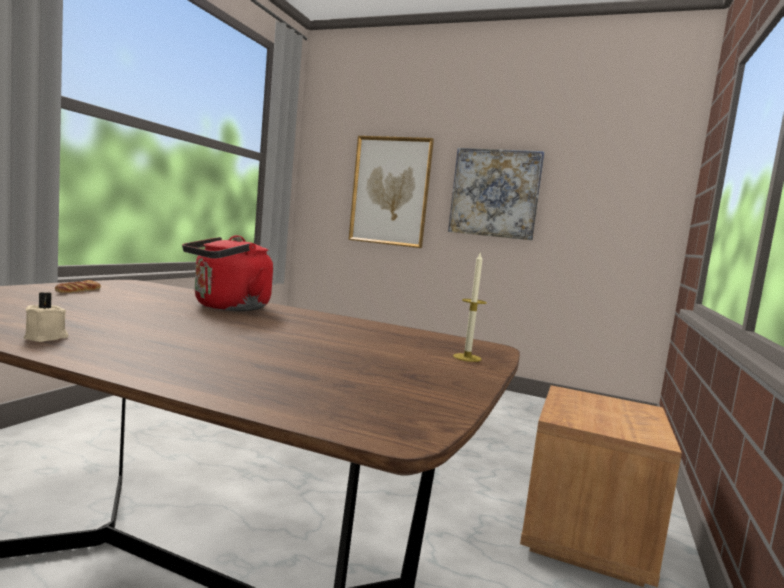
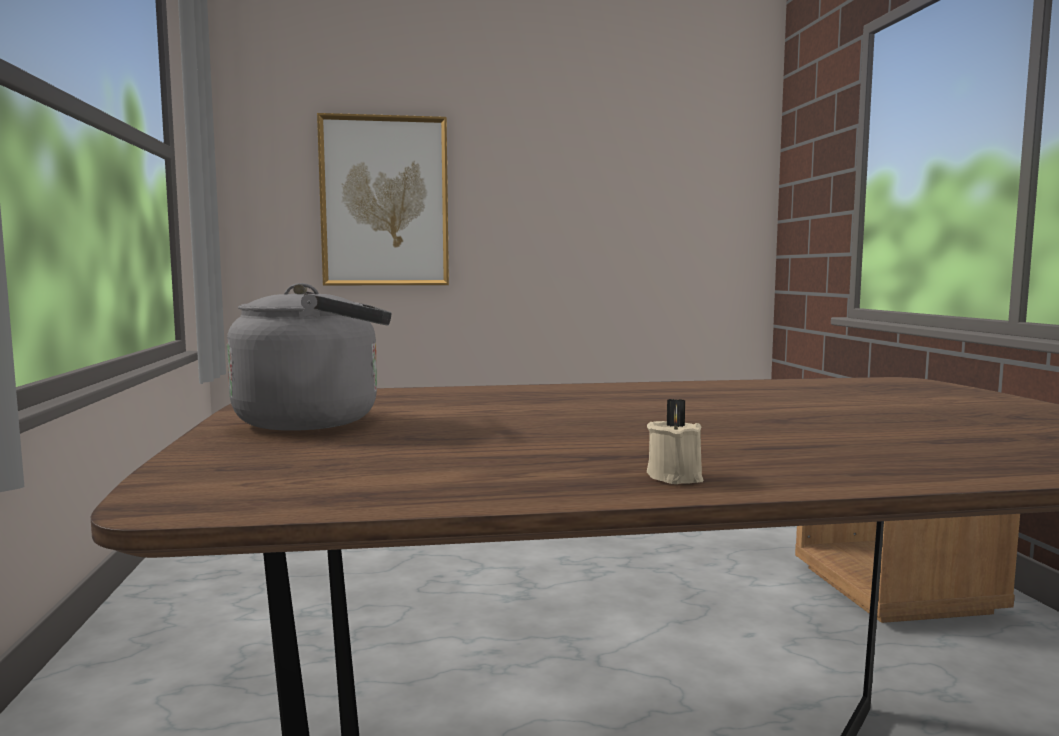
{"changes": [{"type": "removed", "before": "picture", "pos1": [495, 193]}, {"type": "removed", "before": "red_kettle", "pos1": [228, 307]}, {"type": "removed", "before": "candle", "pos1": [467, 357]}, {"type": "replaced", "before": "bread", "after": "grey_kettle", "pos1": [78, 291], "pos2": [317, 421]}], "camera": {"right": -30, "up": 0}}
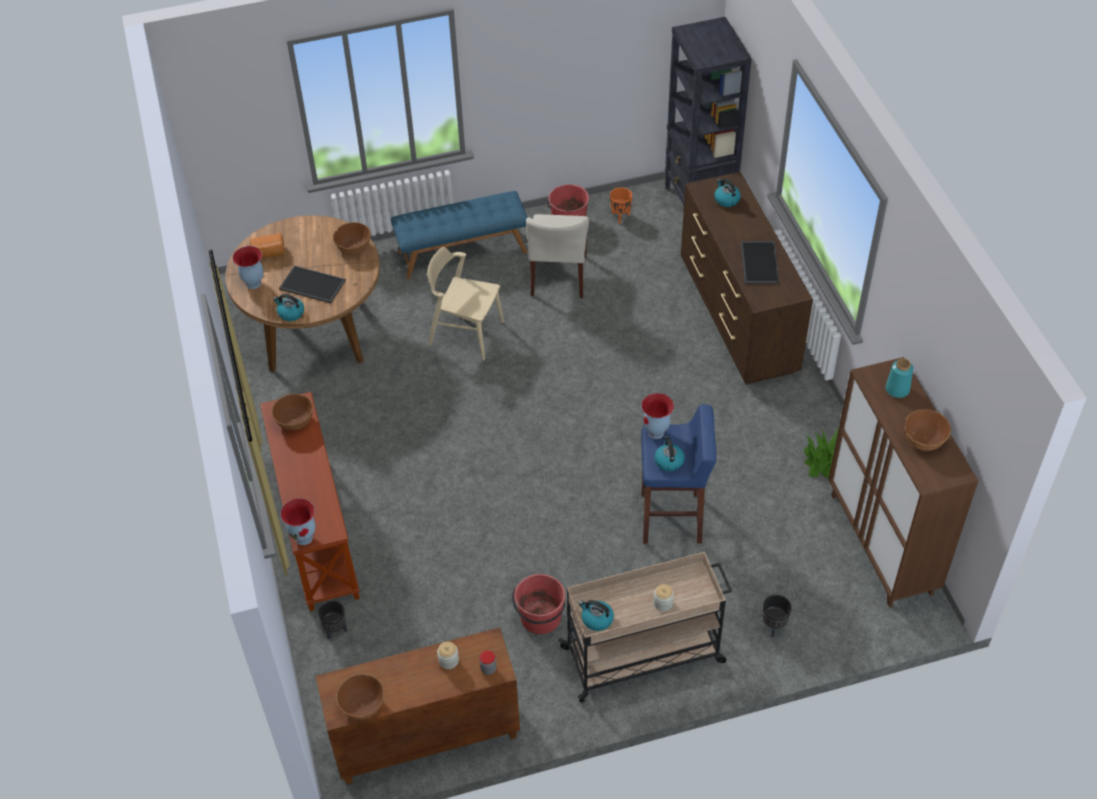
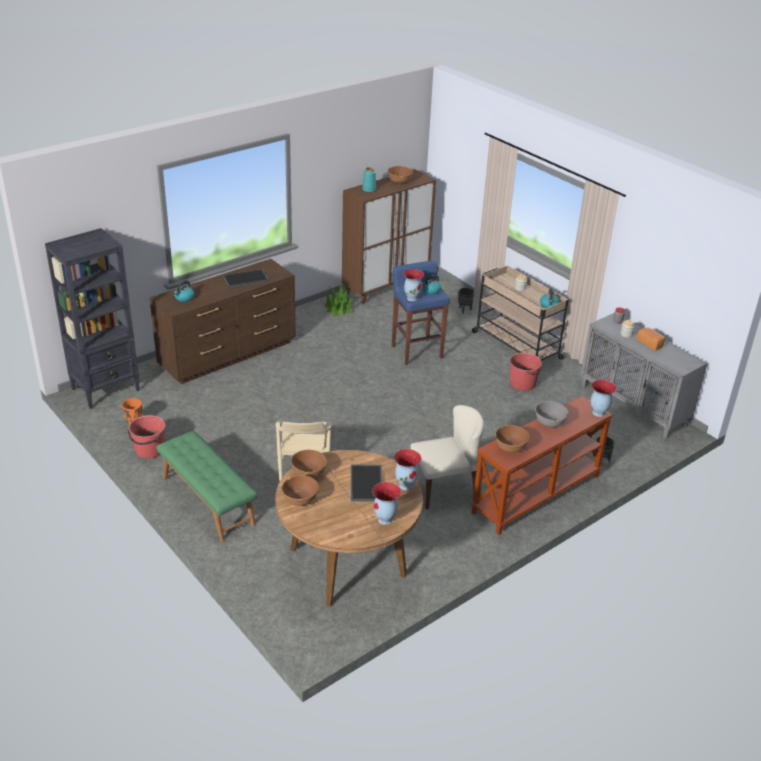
{"changes": [{"type": "recoloured", "before": "blue_bench", "after": "green_bench", "pos1": [462, 251], "pos2": [207, 501]}, {"type": "moved", "before": "beige_chair", "pos1": [559, 276], "pos2": [444, 489]}, {"type": "moved", "before": "bread", "pos1": [269, 253], "pos2": [650, 344]}, {"type": "replaced", "before": "kettle", "after": "vase", "pos1": [290, 313], "pos2": [406, 485]}, {"type": "recoloured", "before": "brown_cabinet", "after": "grey_cabinet", "pos1": [425, 739], "pos2": [634, 406]}, {"type": "moved", "before": "brown_bowl", "pos1": [362, 705], "pos2": [300, 499]}, {"type": "added", "after": "grey_bowl", "pos2": [549, 422]}], "camera": {"right": -115, "up": -15}}
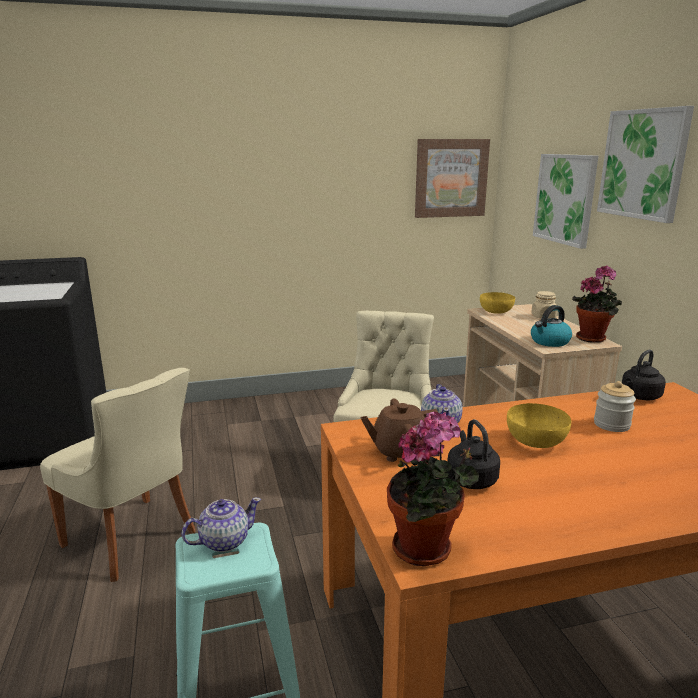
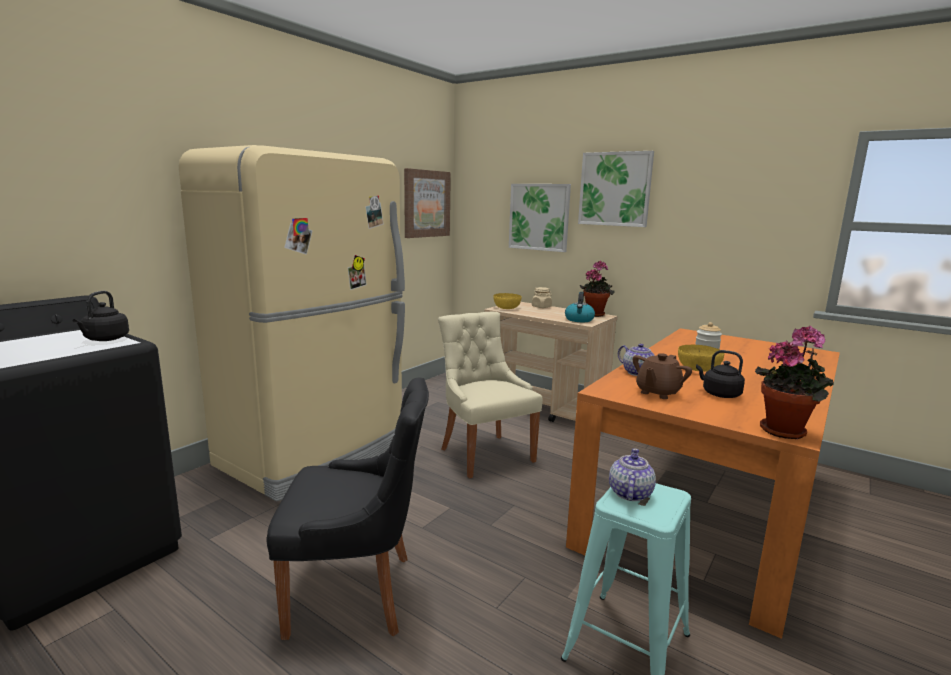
{"changes": [{"type": "moved", "before": "black_kettle", "pos1": [639, 397], "pos2": [105, 339]}, {"type": "recoloured", "before": "beige_chair", "after": "black_chair", "pos1": [133, 539], "pos2": [357, 593]}, {"type": "added", "after": "beige_fridge", "pos2": [316, 452]}], "camera": {"right": -40, "up": -5}}
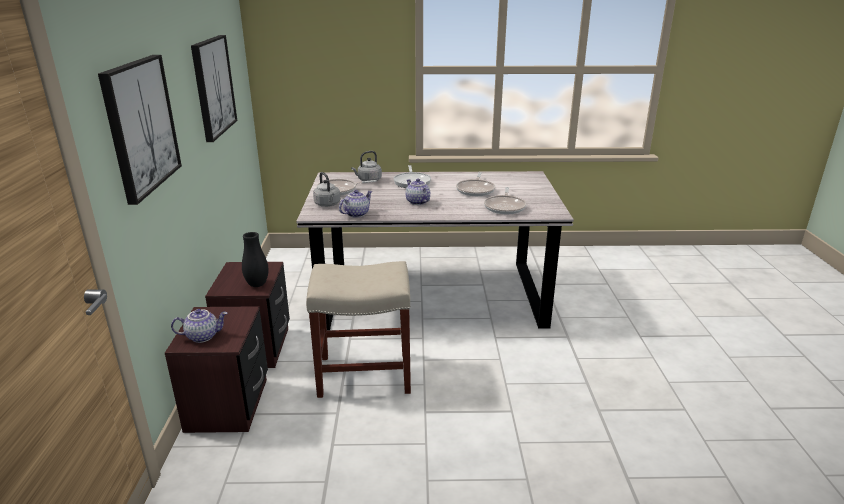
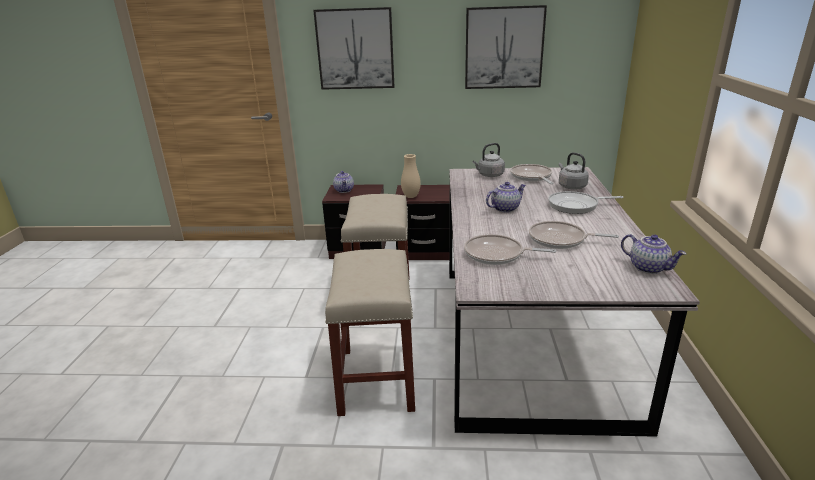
{"changes": [{"type": "moved", "before": "teapot", "pos1": [356, 214], "pos2": [649, 267]}, {"type": "recoloured", "before": "black_vase", "after": "beige_vase", "pos1": [257, 284], "pos2": [411, 196]}, {"type": "added", "after": "beige_stool", "pos2": [376, 377]}], "camera": {"right": 95, "up": 0}}
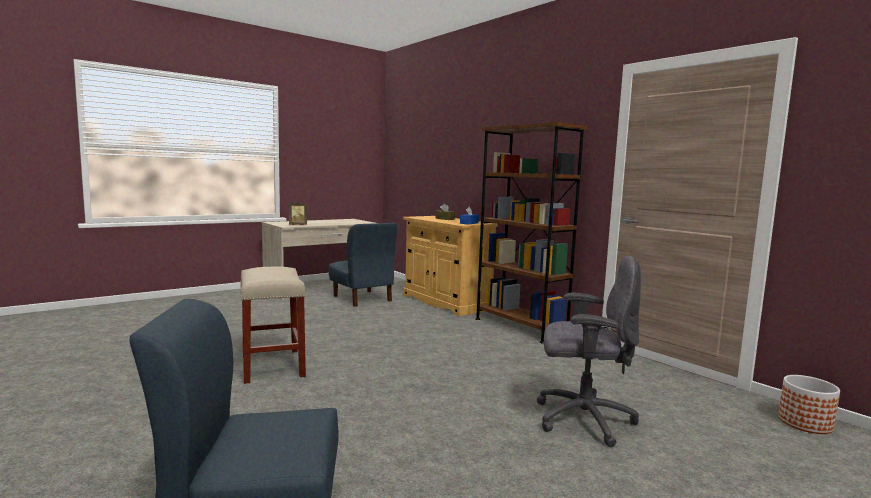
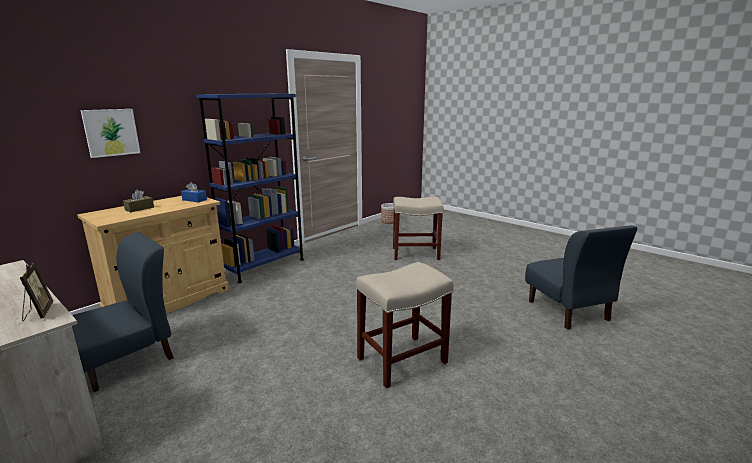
{"changes": [{"type": "recoloured", "before": "brown_bookcase", "after": "blue_bookcase", "pos1": [520, 327], "pos2": [263, 266]}, {"type": "replaced", "before": "grey_office_chair", "after": "beige_stool", "pos1": [582, 419], "pos2": [416, 253]}, {"type": "added", "after": "picture", "pos2": [111, 132]}], "camera": {"right": -100, "up": 10}}
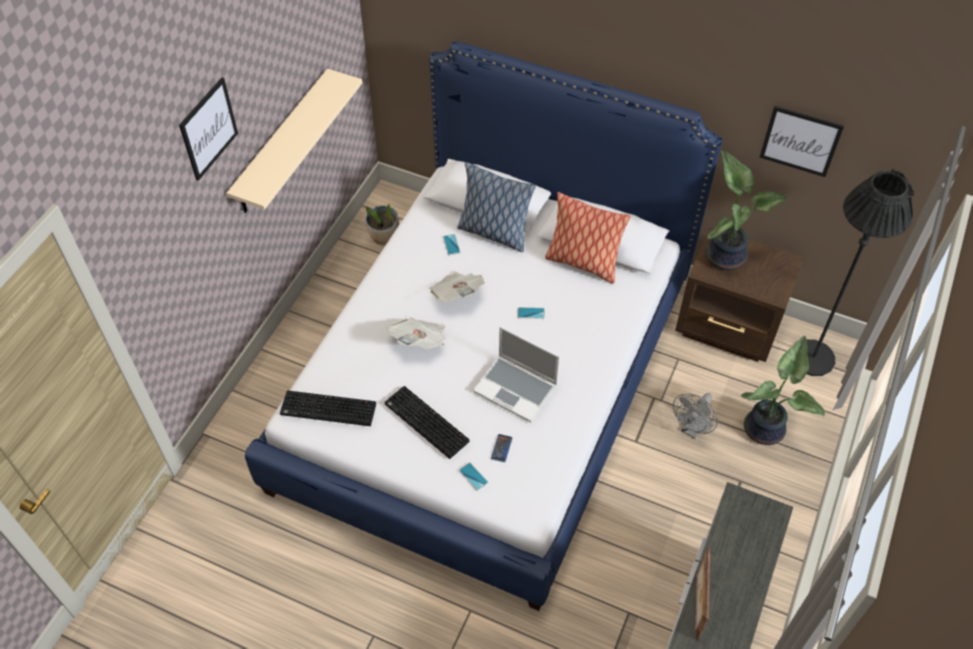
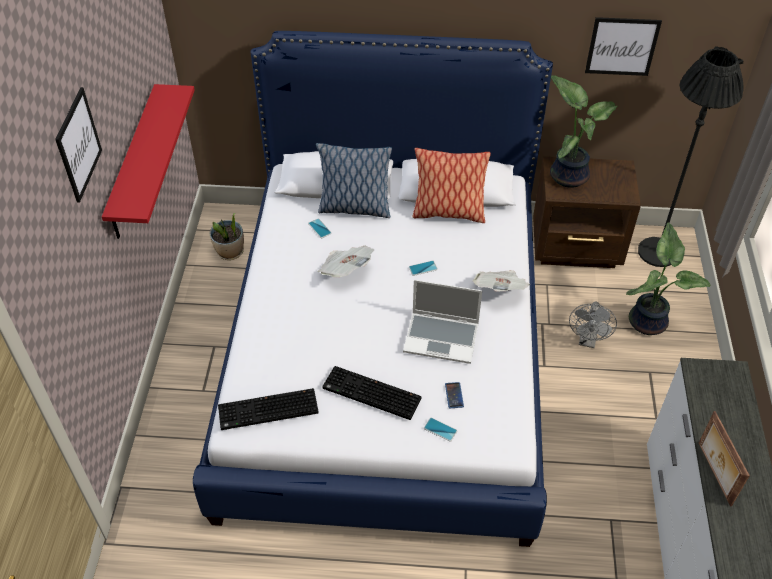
{"changes": [{"type": "recoloured", "before": "beige_shelf", "after": "red_shelf", "pos1": [282, 143], "pos2": [134, 163]}, {"type": "moved", "before": "newspaper", "pos1": [420, 341], "pos2": [500, 290]}], "camera": {"right": -20, "up": -5}}
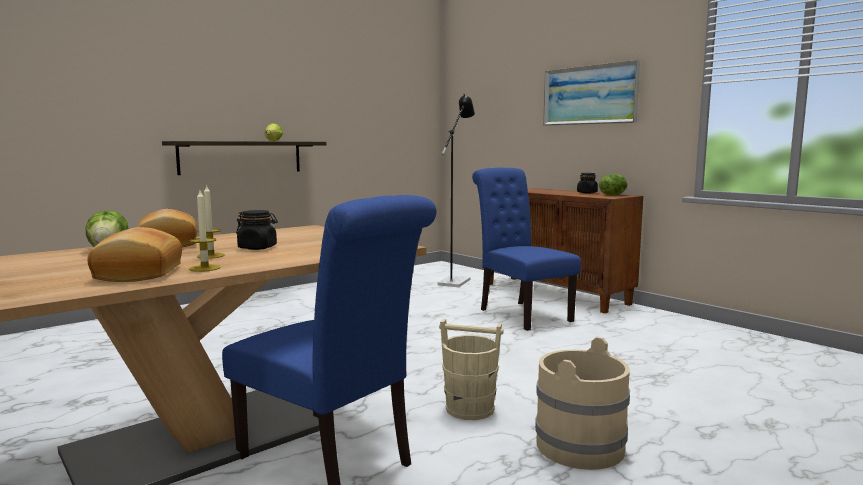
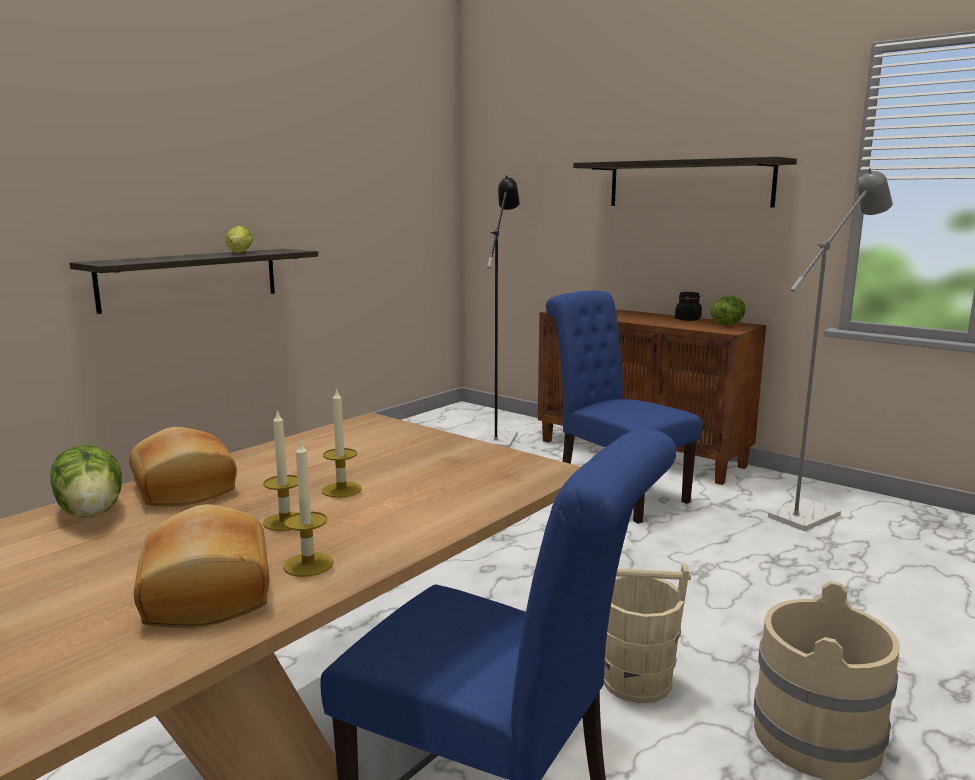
{"changes": [{"type": "replaced", "before": "picture", "after": "shelf", "pos1": [589, 95], "pos2": [689, 184]}, {"type": "replaced", "before": "black_jar", "after": "candle", "pos1": [258, 248], "pos2": [341, 490]}, {"type": "added", "after": "grey_floor_lamp", "pos2": [811, 513]}], "camera": {"right": -10, "up": 5}}
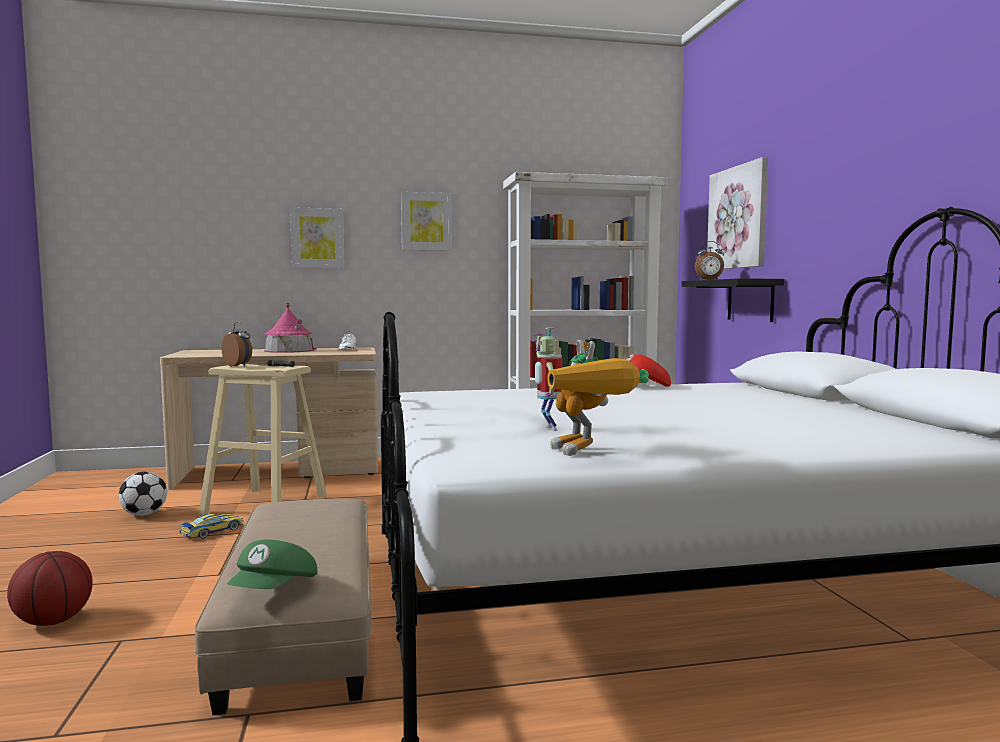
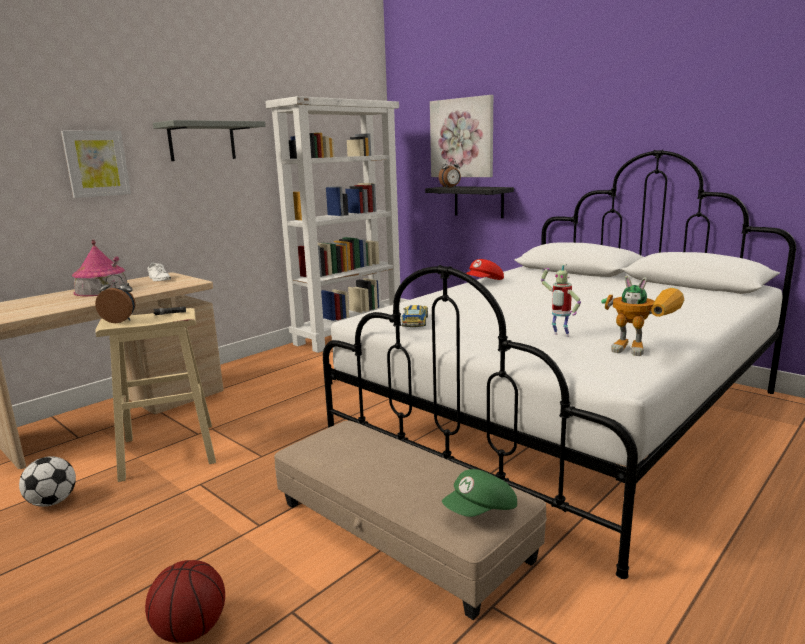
{"changes": [{"type": "replaced", "before": "picture", "after": "grey_shelf", "pos1": [426, 221], "pos2": [202, 141]}, {"type": "moved", "before": "toy_car", "pos1": [212, 531], "pos2": [415, 321]}, {"type": "turned", "before": "green_cap", "pos1": [275, 591], "pos2": [481, 511], "turn": 75}], "camera": {"right": -35, "up": 10}}
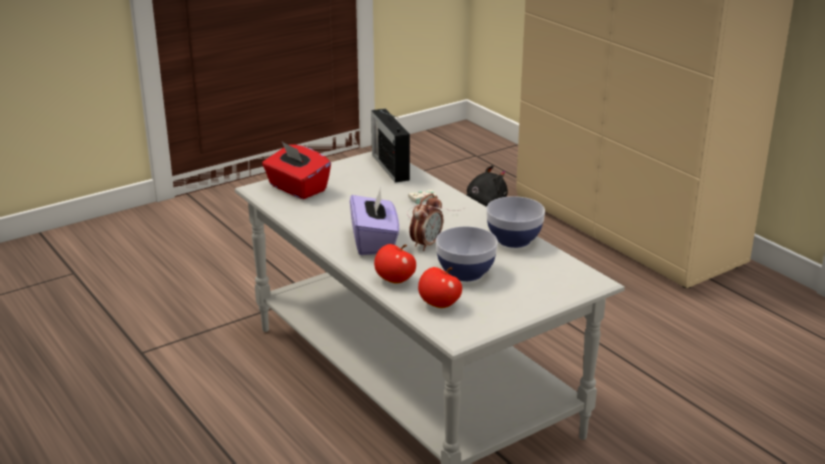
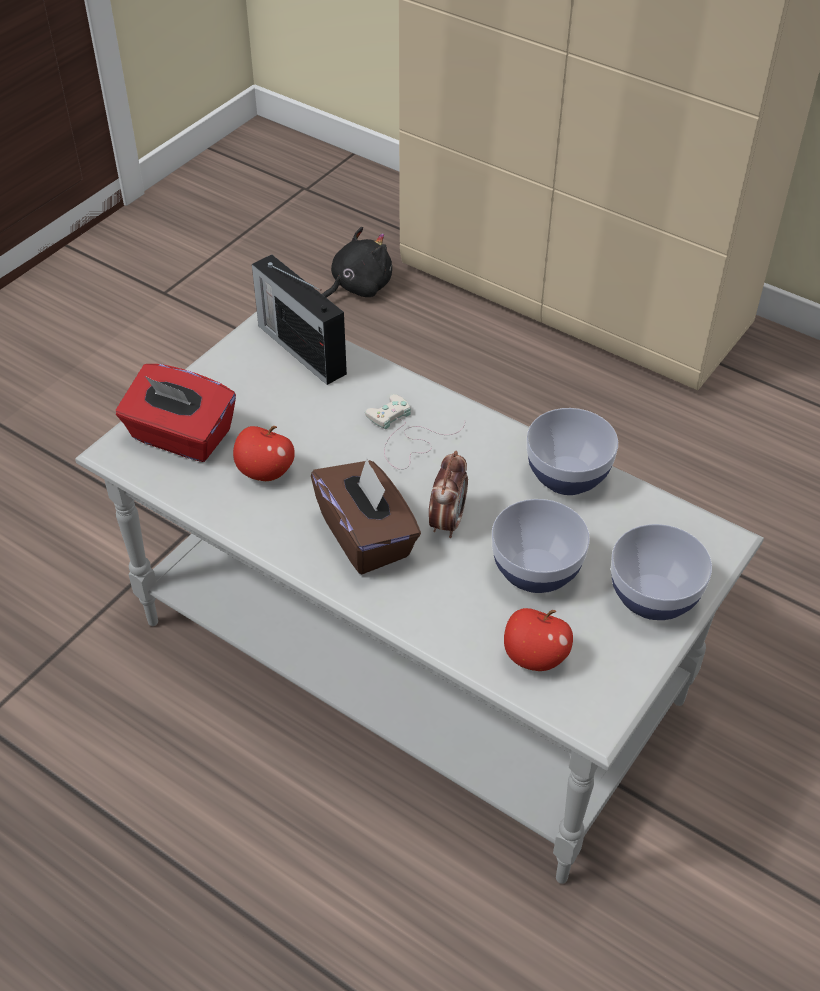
{"changes": [{"type": "recoloured", "before": "purple_tissue_box", "after": "brown_tissue_box", "pos1": [374, 242], "pos2": [366, 536]}, {"type": "moved", "before": "apple", "pos1": [394, 280], "pos2": [265, 472]}, {"type": "added", "after": "bowl", "pos2": [653, 598]}], "camera": {"right": -20, "up": 20}}
